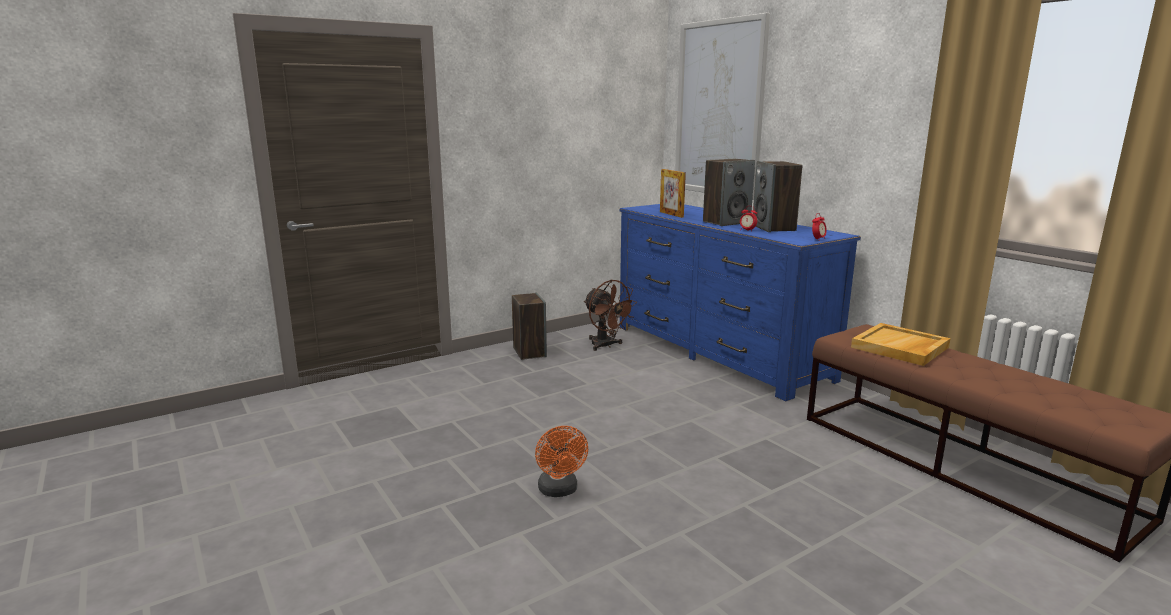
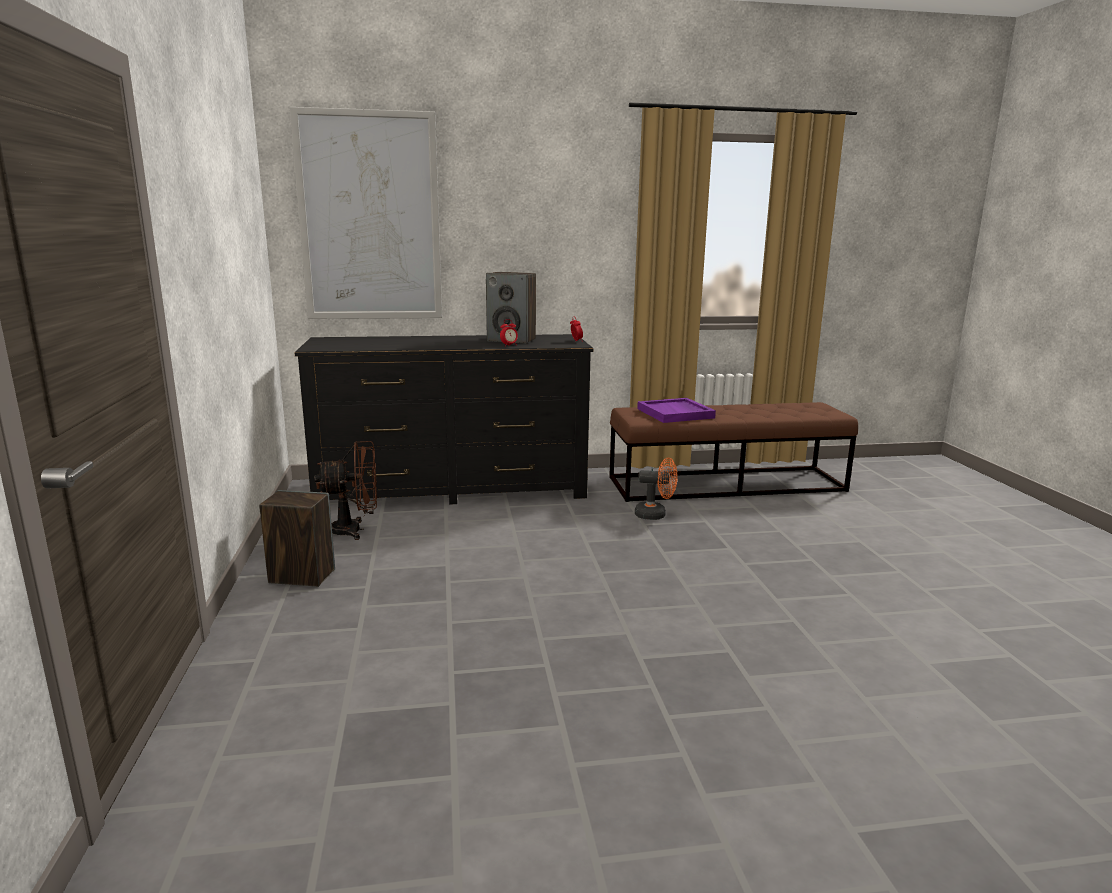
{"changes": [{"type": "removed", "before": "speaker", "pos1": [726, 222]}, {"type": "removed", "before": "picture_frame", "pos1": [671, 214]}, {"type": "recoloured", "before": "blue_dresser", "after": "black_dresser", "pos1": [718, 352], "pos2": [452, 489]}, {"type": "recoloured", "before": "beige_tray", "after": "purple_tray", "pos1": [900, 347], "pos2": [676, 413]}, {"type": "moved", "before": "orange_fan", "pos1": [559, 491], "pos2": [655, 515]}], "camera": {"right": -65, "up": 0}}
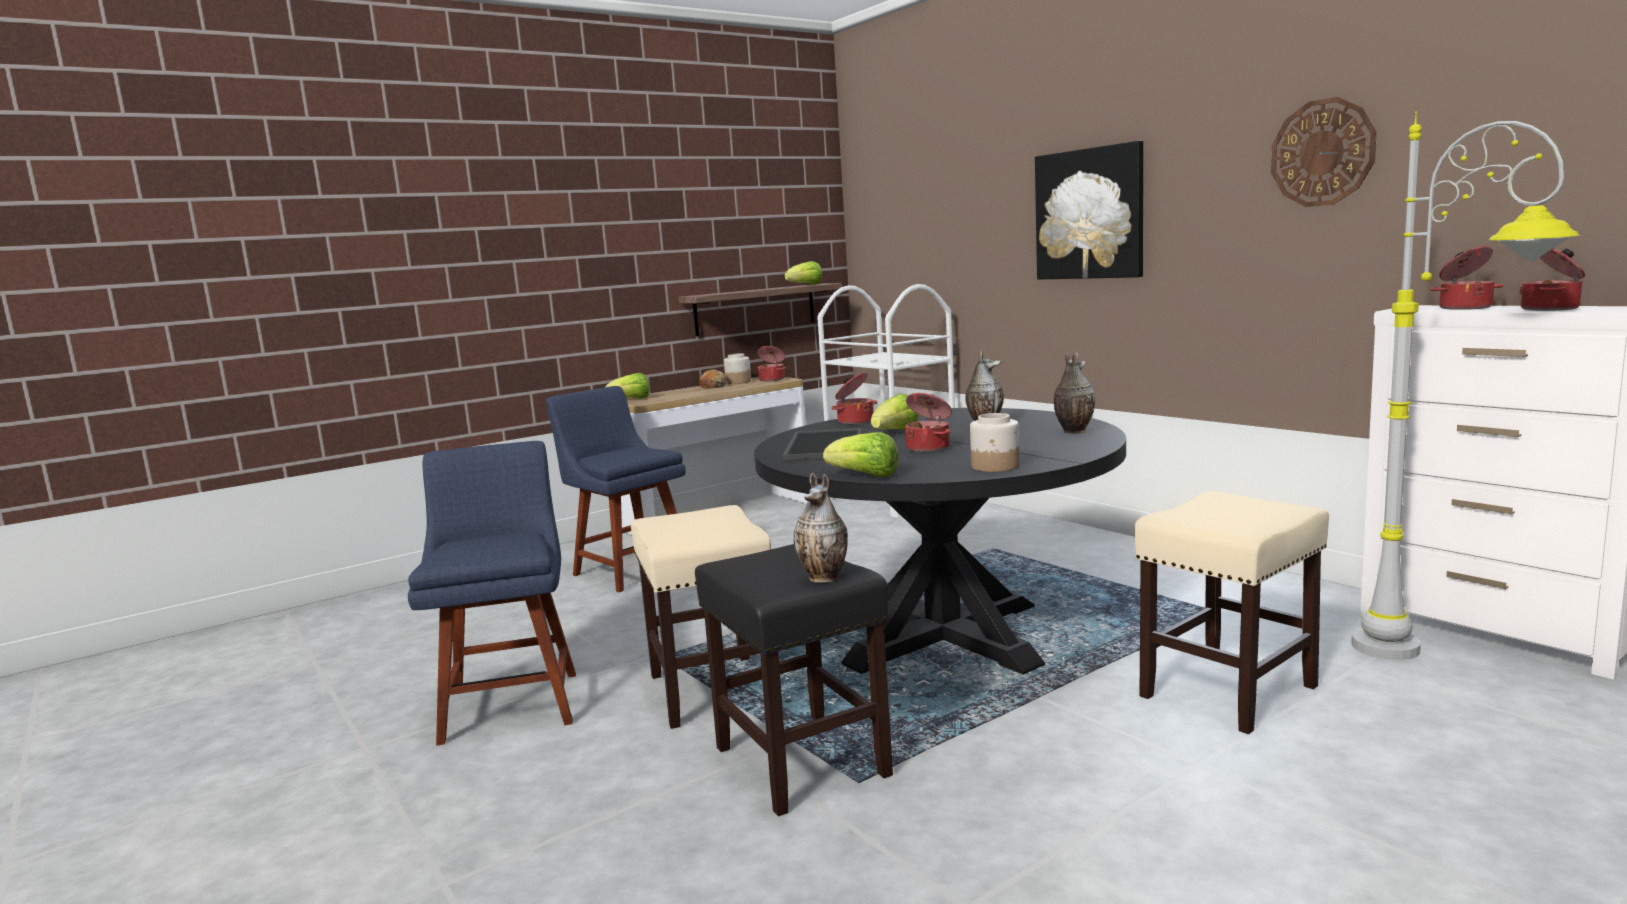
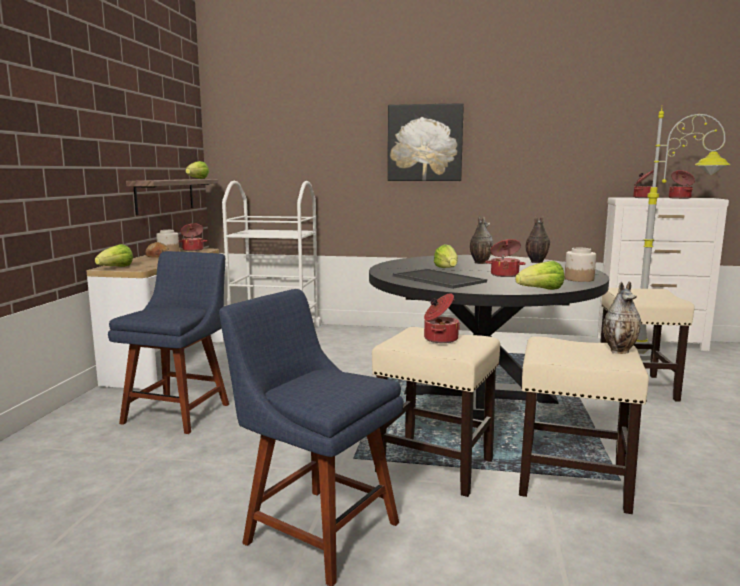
{"changes": [{"type": "removed", "before": "wall_clock", "pos1": [1322, 153]}, {"type": "moved", "before": "cooking_pot", "pos1": [855, 421], "pos2": [439, 339]}, {"type": "turned", "before": "blue_chair", "pos1": [629, 570], "pos2": [180, 411], "turn": 105}, {"type": "recoloured", "before": "black_stool", "after": "beige_stool", "pos1": [799, 760], "pos2": [571, 482]}], "camera": {"right": -45, "up": 0}}
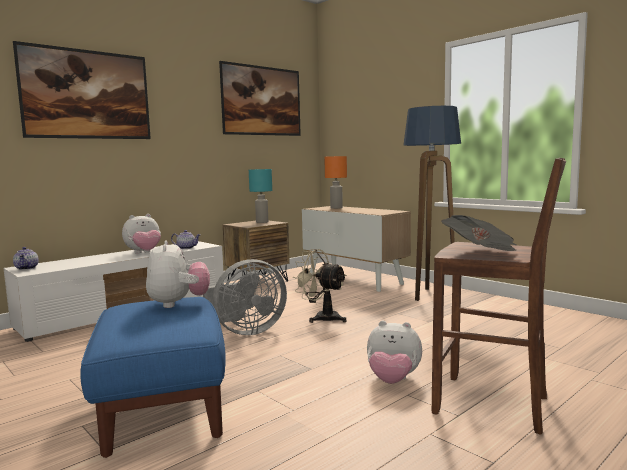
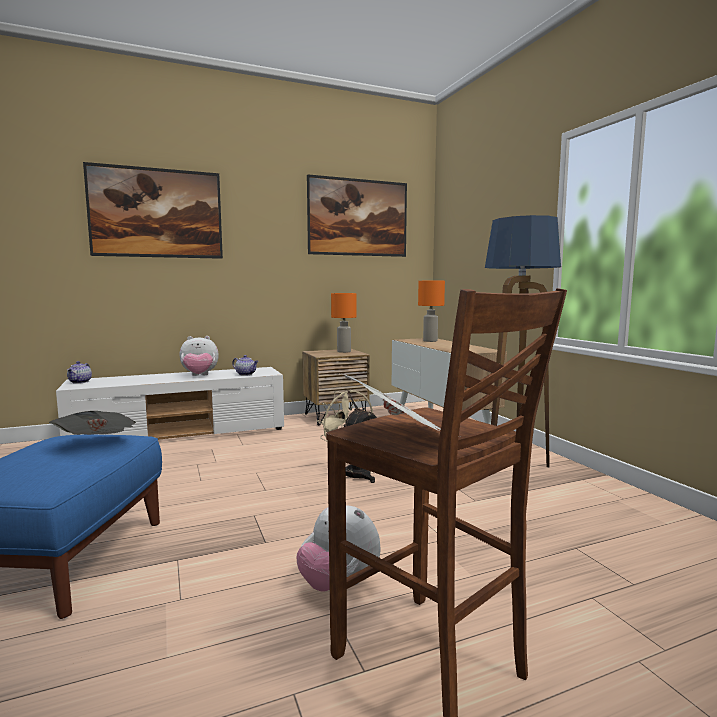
{"changes": [{"type": "recoloured", "before": "turquoise_table_lamp", "after": "orange_table_lamp", "pos1": [262, 222], "pos2": [344, 351]}, {"type": "replaced", "before": "plush_toy", "after": "newspaper", "pos1": [178, 304], "pos2": [98, 444]}, {"type": "removed", "before": "grey_fan", "pos1": [245, 331]}], "camera": {"right": 20, "up": 0}}
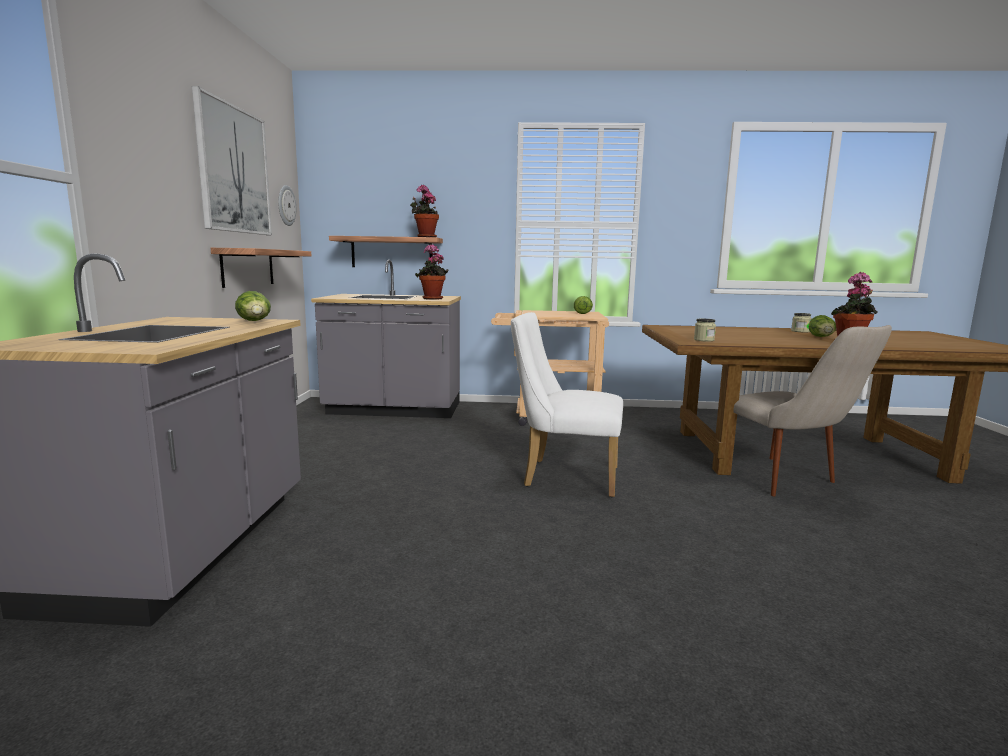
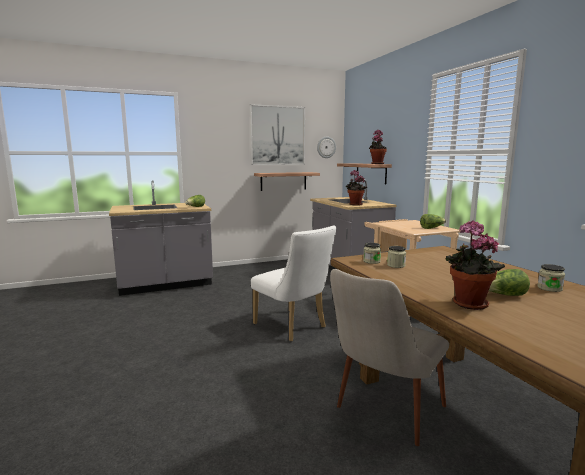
{"changes": [{"type": "turned", "before": "white_chair", "pos1": [563, 476], "pos2": [293, 327], "turn": 150}, {"type": "added", "after": "jar", "pos2": [396, 265]}], "camera": {"right": 65, "up": 0}}
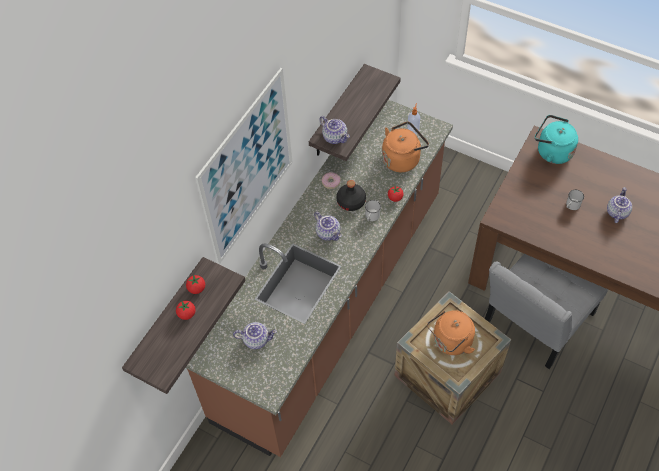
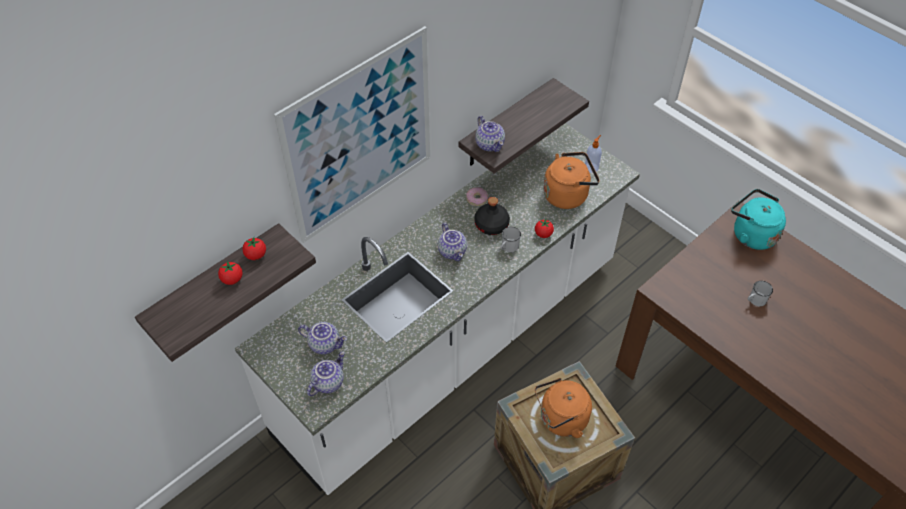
{"changes": [{"type": "recoloured", "before": "brown_counter", "after": "white_counter", "pos1": [333, 305], "pos2": [453, 347]}, {"type": "moved", "before": "teapot", "pos1": [616, 212], "pos2": [327, 382]}, {"type": "removed", "before": "grey_chair", "pos1": [535, 322]}], "camera": {"right": 15, "up": -5}}
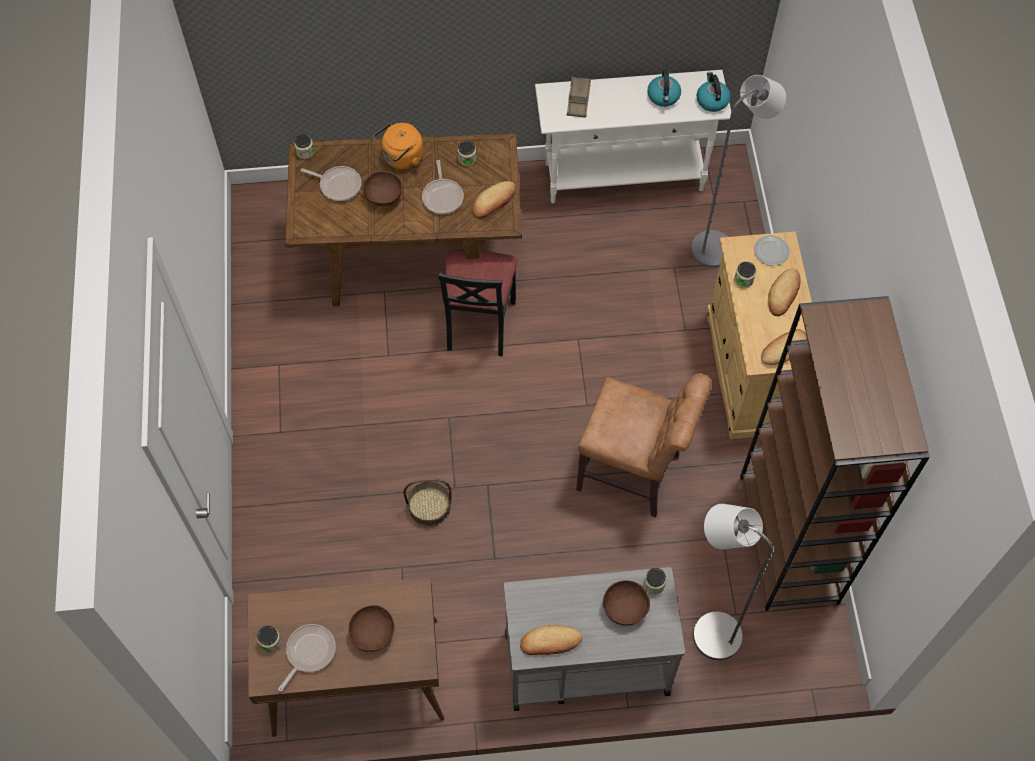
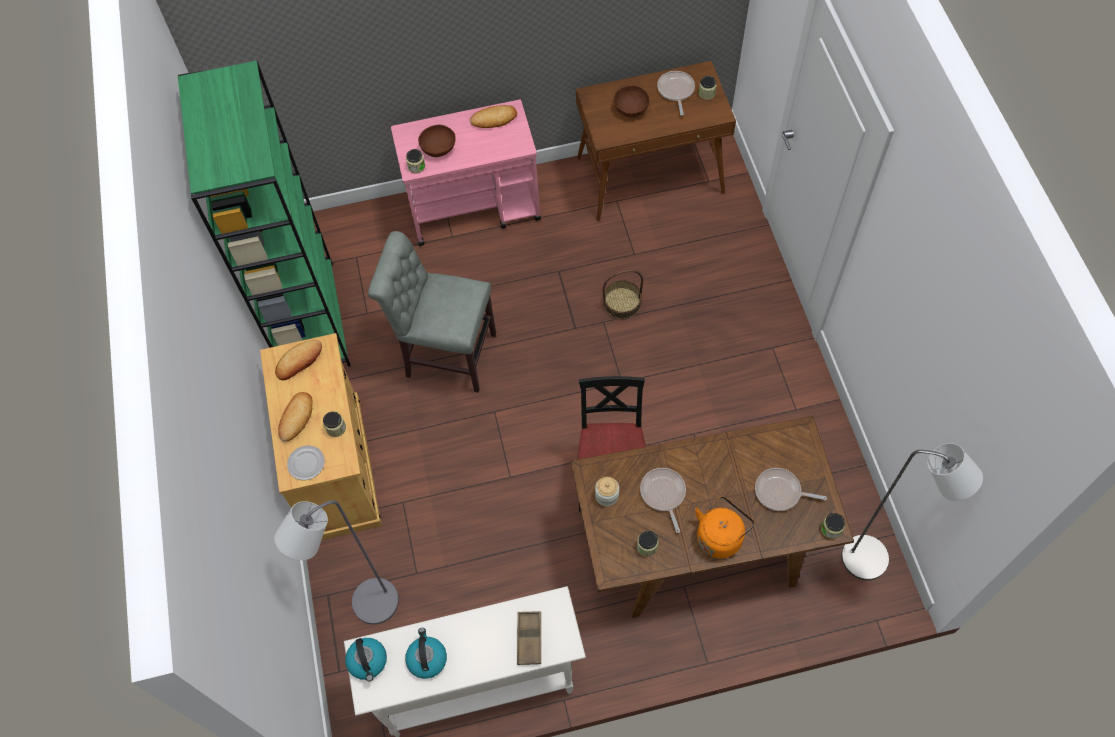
{"changes": [{"type": "removed", "before": "brown_bowl", "pos1": [383, 196]}, {"type": "replaced", "before": "bread", "after": "jar", "pos1": [494, 202], "pos2": [607, 496]}, {"type": "recoloured", "before": "brown_bookcase", "after": "green_bookcase", "pos1": [789, 539], "pos2": [309, 319]}, {"type": "recoloured", "before": "brown_chair", "after": "grey_chair", "pos1": [633, 474], "pos2": [446, 354]}, {"type": "moved", "before": "grey_floor_lamp", "pos1": [708, 630], "pos2": [873, 562]}, {"type": "recoloured", "before": "grey_cart", "after": "pink_cart", "pos1": [585, 662], "pos2": [475, 208]}, {"type": "turned", "before": "frying_pan", "pos1": [309, 653], "pos2": [675, 91], "turn": 150}], "camera": {"right": 175, "up": 0}}
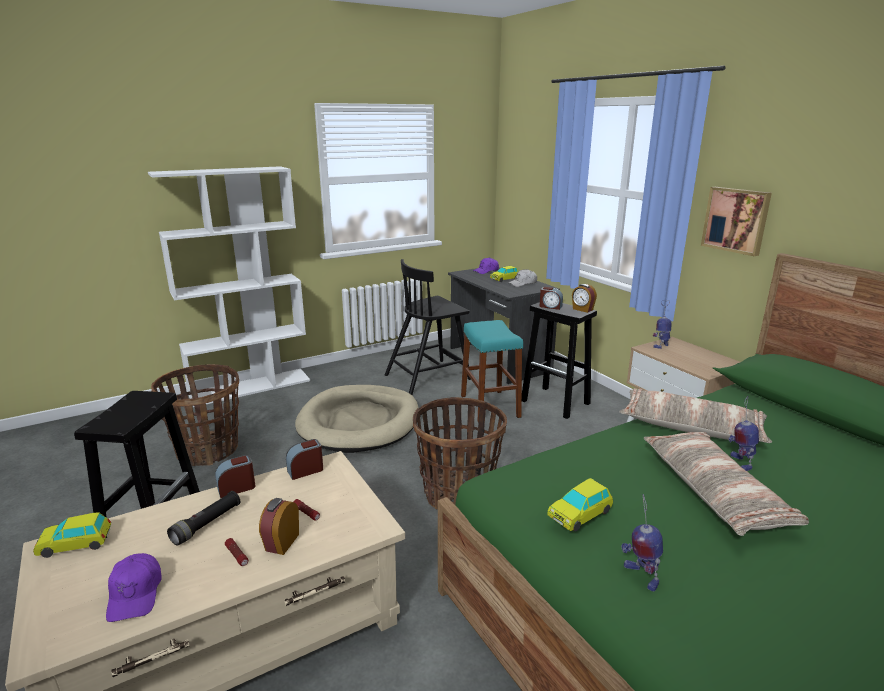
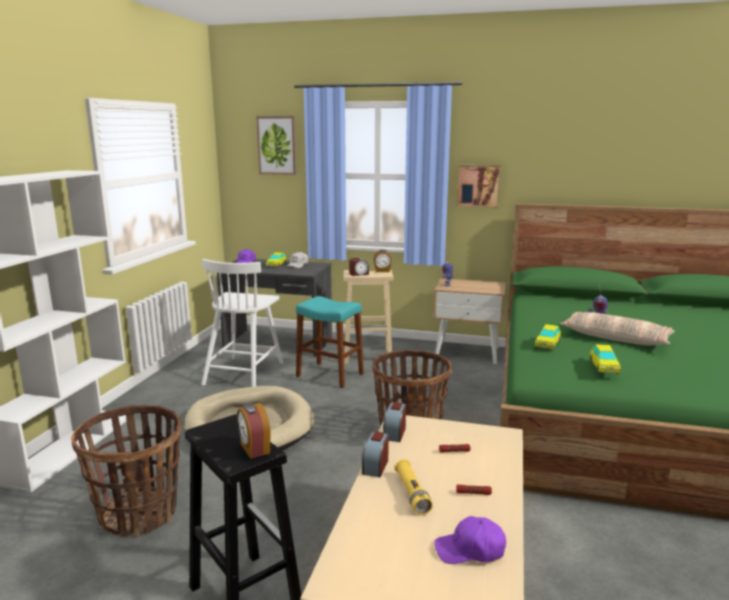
{"changes": [{"type": "recoloured", "before": "black_chair", "after": "white_chair", "pos1": [429, 376], "pos2": [244, 373]}, {"type": "recoloured", "before": "black_stool", "after": "beige_stool", "pos1": [556, 402], "pos2": [368, 356]}, {"type": "removed", "before": "pillow", "pos1": [691, 427]}, {"type": "recoloured", "before": "black_flashlight", "after": "yellow_flashlight", "pos1": [207, 524], "pos2": [412, 493]}, {"type": "removed", "before": "toy_robot", "pos1": [640, 576]}, {"type": "moved", "before": "alarm_clock", "pos1": [281, 542], "pos2": [254, 449]}, {"type": "moved", "before": "toy_car", "pos1": [75, 544], "pos2": [547, 344]}, {"type": "turned", "before": "purple_cap", "pos1": [135, 594], "pos2": [470, 550], "turn": 150}, {"type": "added", "after": "picture", "pos2": [277, 145]}], "camera": {"right": -45, "up": -5}}
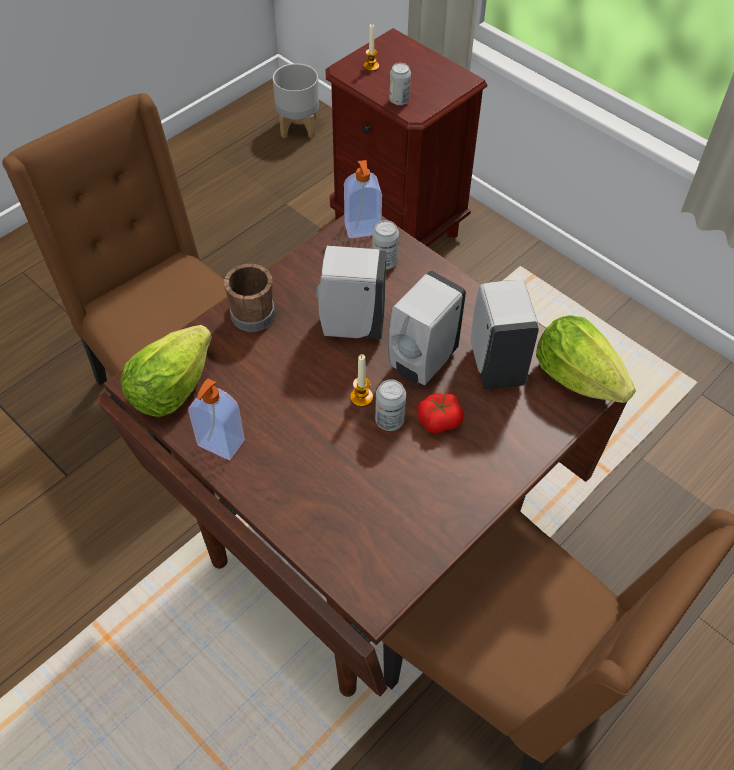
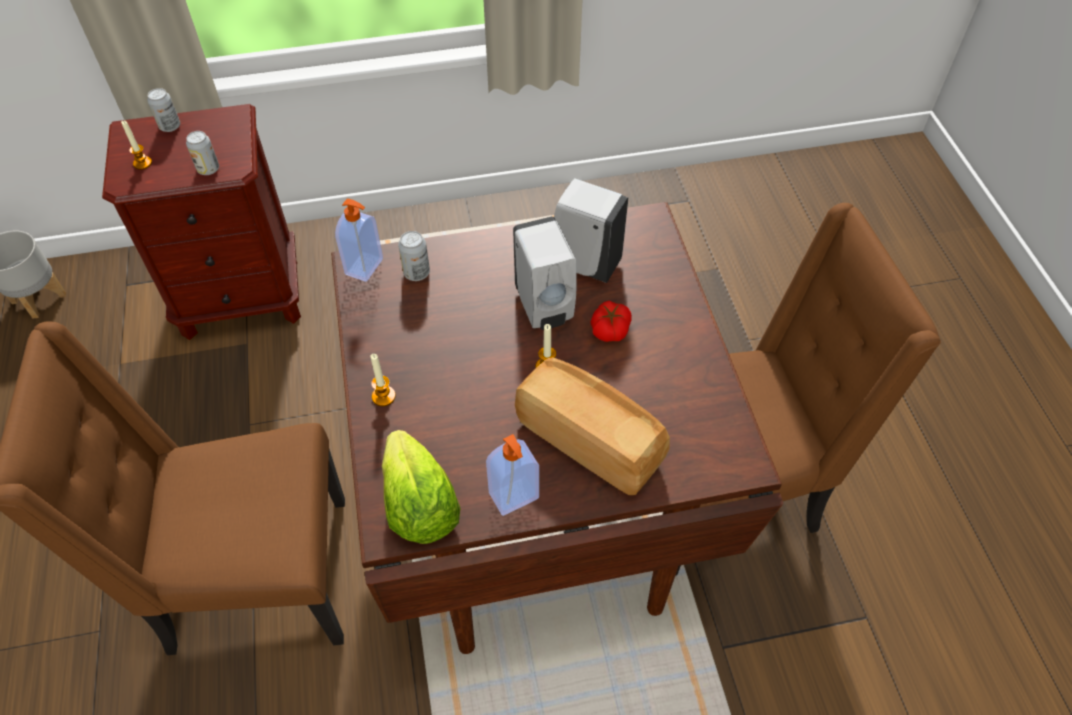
{"changes": [{"type": "removed", "before": "white_soap_dispenser", "pos1": [350, 325]}, {"type": "replaced", "before": "brown_mug", "after": "candle", "pos1": [252, 311], "pos2": [383, 396]}, {"type": "removed", "before": "lettuce", "pos1": [577, 377]}, {"type": "moved", "before": "can", "pos1": [389, 420], "pos2": [170, 126]}, {"type": "added", "after": "bread", "pos2": [591, 439]}], "camera": {"right": -55, "up": 0}}
